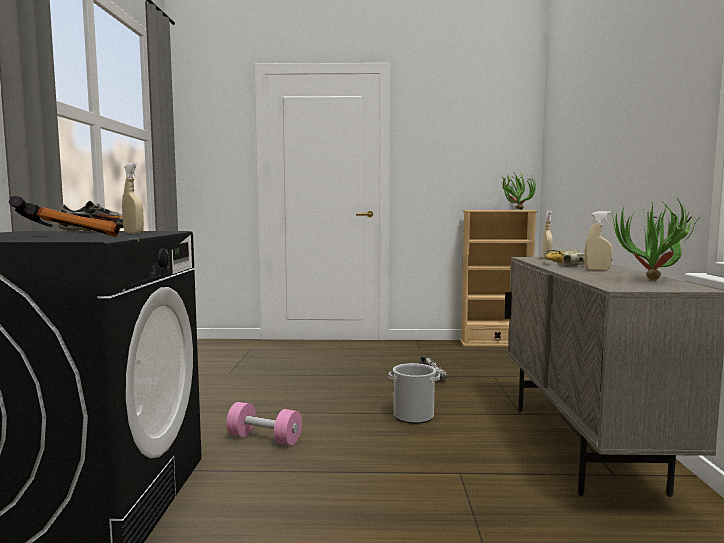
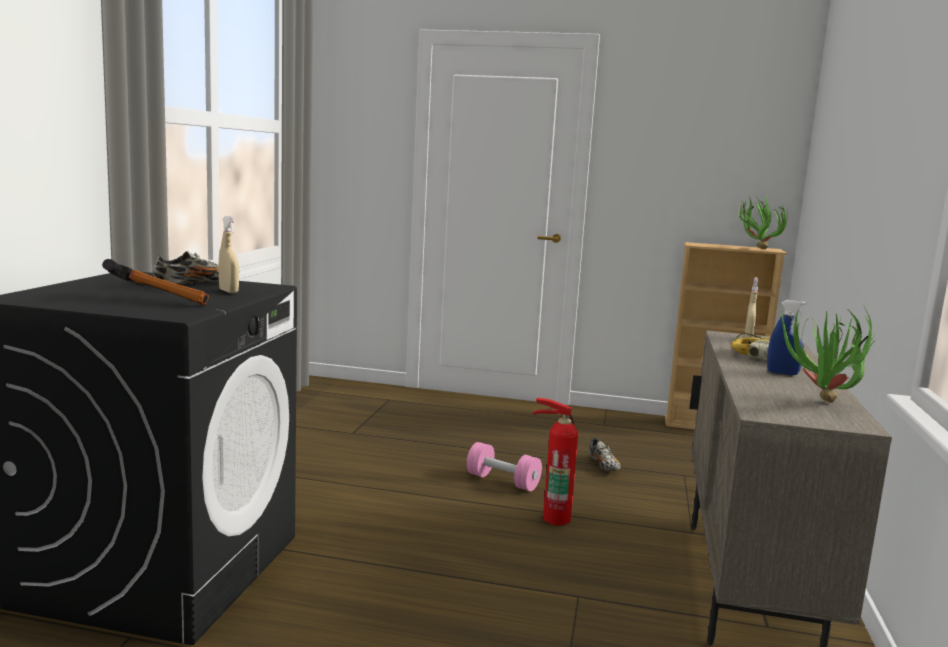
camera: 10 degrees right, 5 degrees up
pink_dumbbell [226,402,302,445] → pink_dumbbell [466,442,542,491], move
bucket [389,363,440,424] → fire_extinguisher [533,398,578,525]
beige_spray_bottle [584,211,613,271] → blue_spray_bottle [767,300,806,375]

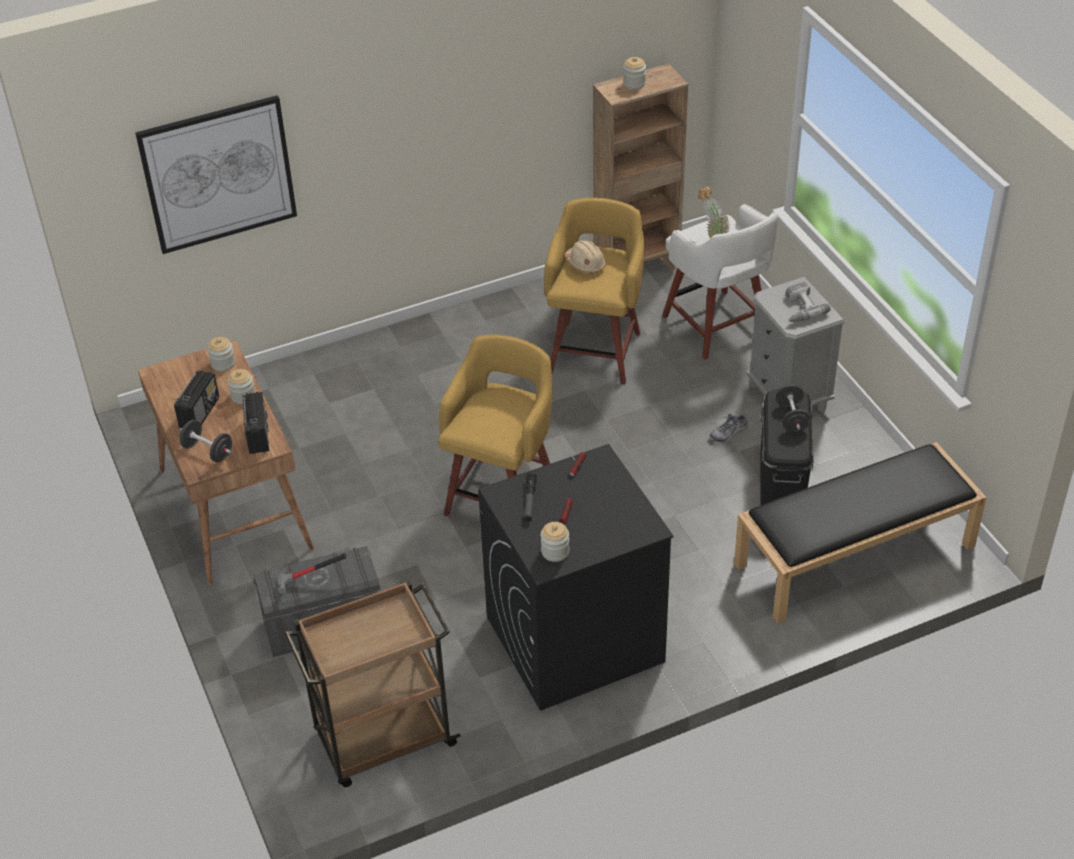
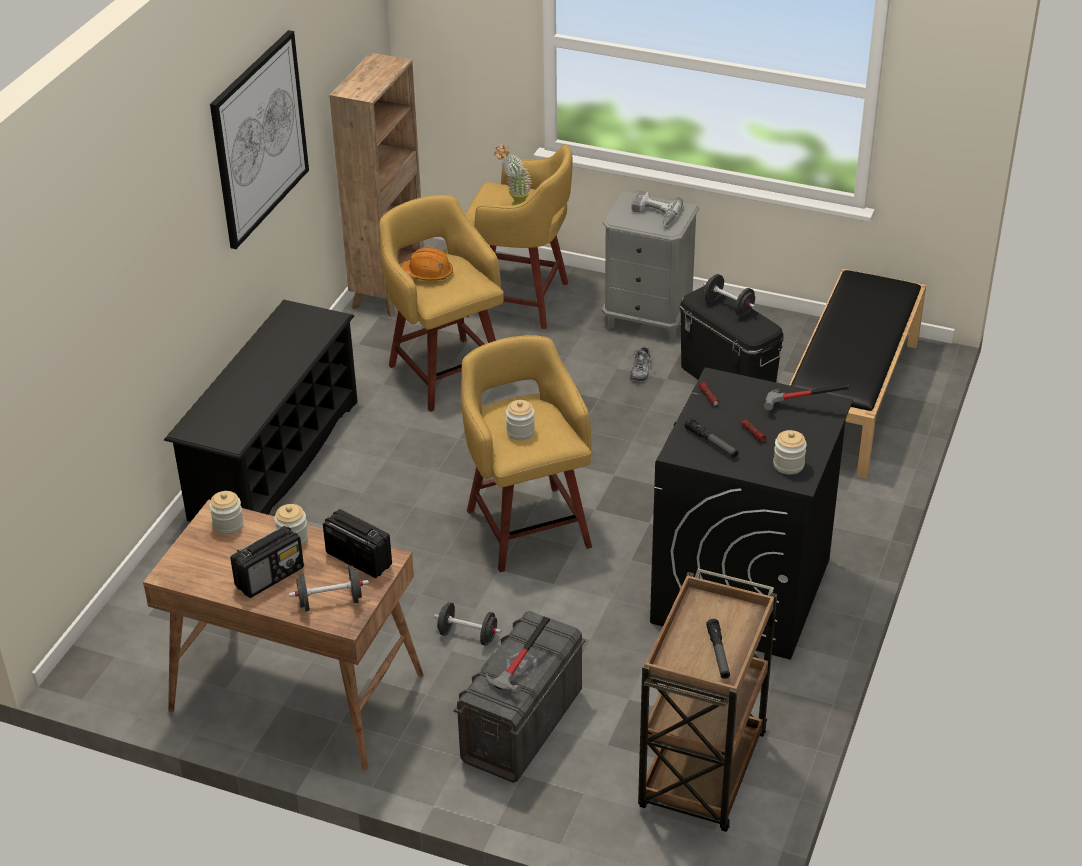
camera: 45 degrees left, 5 degrees down
- → black_shoe_rack [164,300,358,522]
- → black_dumbbell [434,602,501,646]
- → flashlight [706,619,730,679]
- → hammer [764,383,850,411]
picture [135,95,297,254] → picture [210,30,309,249], move
jar [623,57,646,90] → jar [506,400,535,440], move
beige_hard_hat [565,240,606,274] → orange_hard_hat [402,247,453,281]
white_stool [662,204,778,360] → yellow_stool [465,144,573,329]
radio [174,370,219,428] → radio [230,526,304,598], 75 degrees clockwise

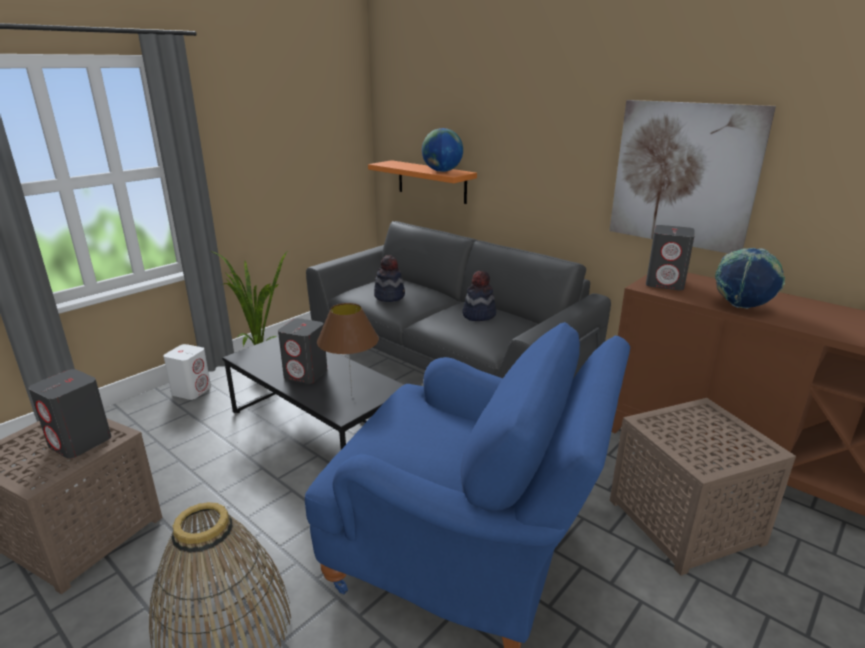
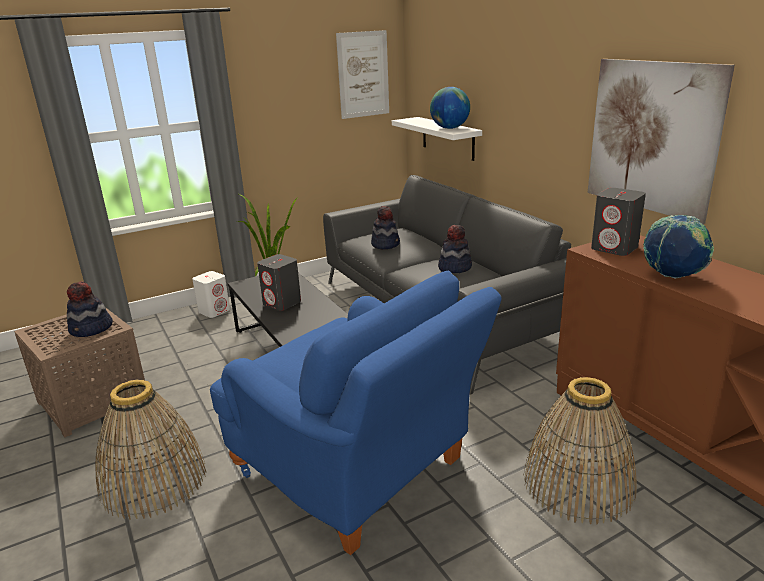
camera: 20 degrees right, 0 degrees up
brown_table_lamp [317,303,379,395] → -
- → picture [336,30,389,119]
grey_speaker [29,369,111,458] → hat [67,281,113,337]
brown_side_table [610,398,796,576] → basket [524,377,637,525]
orange_shelf [368,160,477,204] → white_shelf [392,117,482,161]

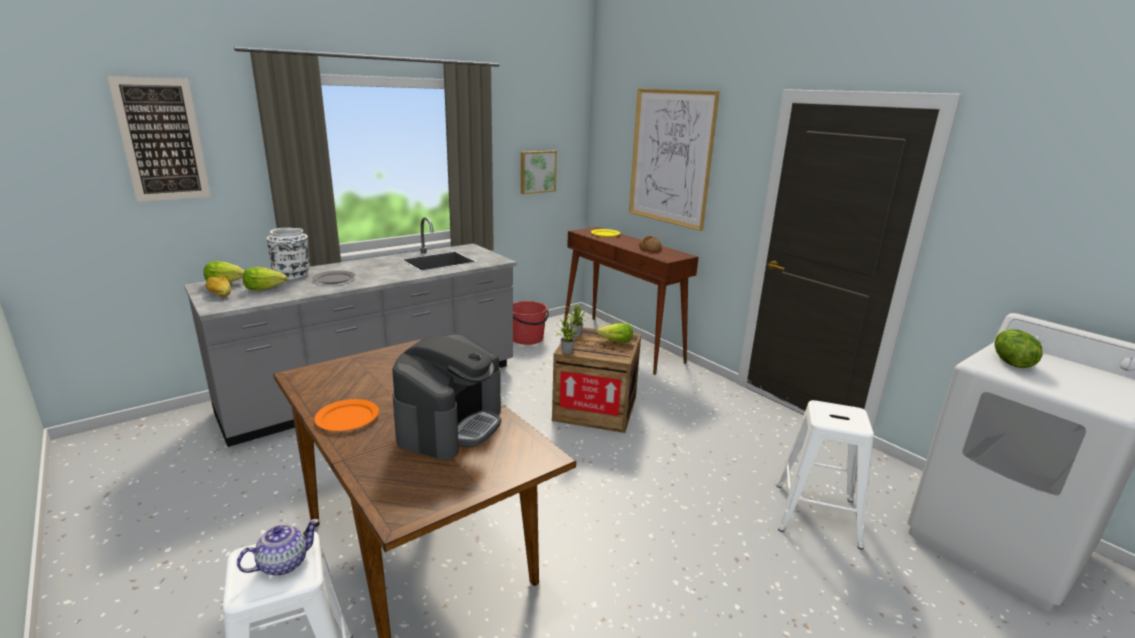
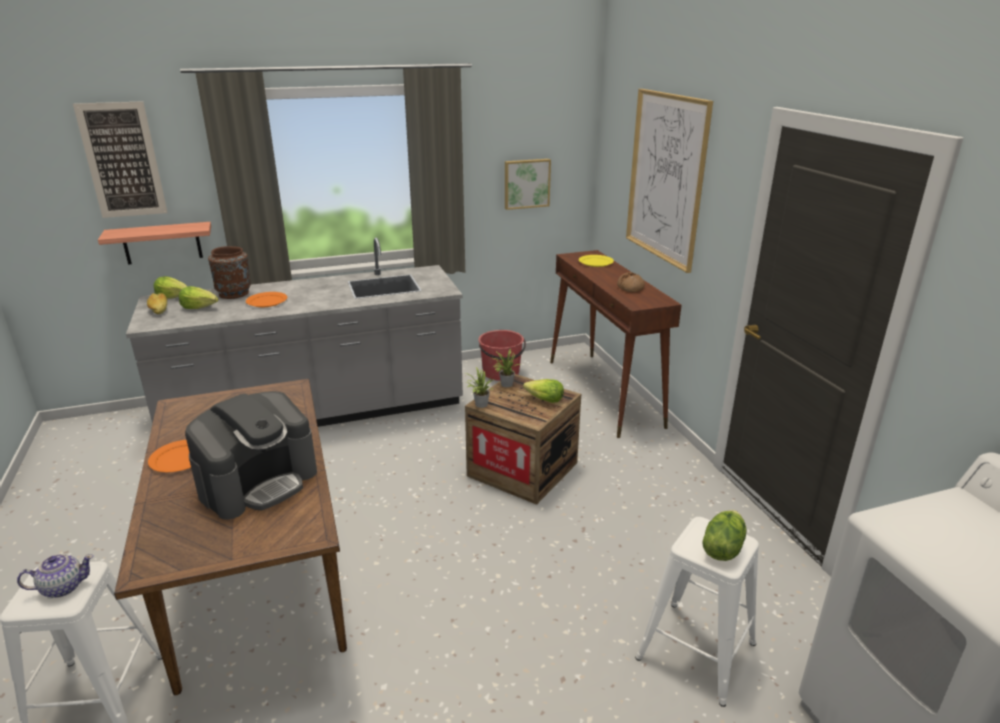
camera: 20 degrees right, 5 degrees up
- → shelf [98,222,211,265]
lettuce [994,329,1043,368] → lettuce [702,510,747,561], move
white_vase [266,228,310,280] → brown_vase [208,246,251,299]
grey_plate [313,271,355,284] → orange_plate [246,292,287,307]

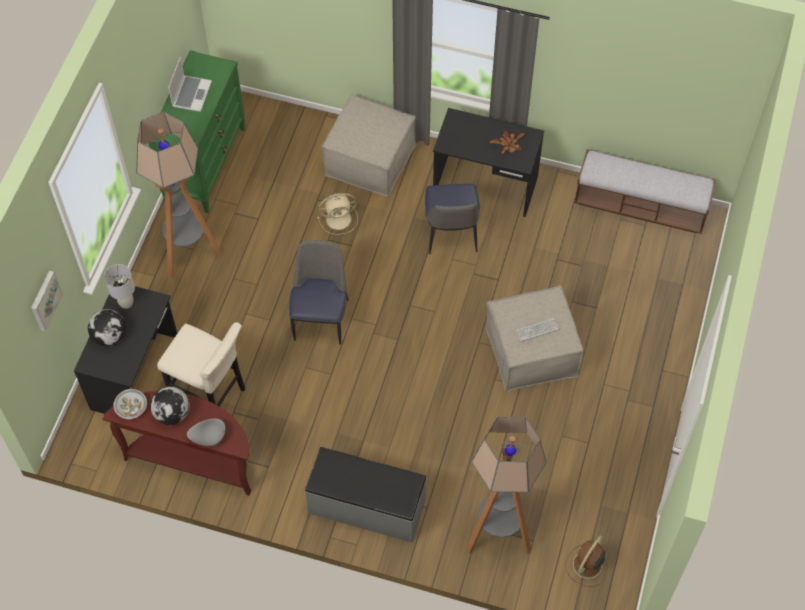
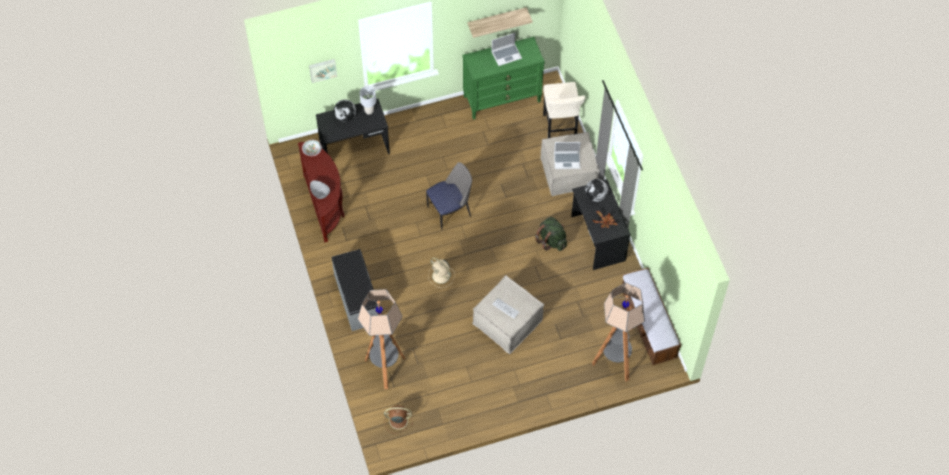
camera: 55 degrees right, 0 degrees up
- → shelf [467,7,533,38]
- → laptop [554,142,581,169]
floor_lamp [136,112,222,278] → floor_lamp [592,282,645,381], move
globe [150,387,190,425] → globe [585,179,608,202], move
beige_stool [157,322,245,406] → beige_stool [543,82,585,138], move
beige_fan [318,193,358,235] → beige_fan [428,258,455,288], move
chair [425,184,480,255] → green_backpack [535,217,567,251]

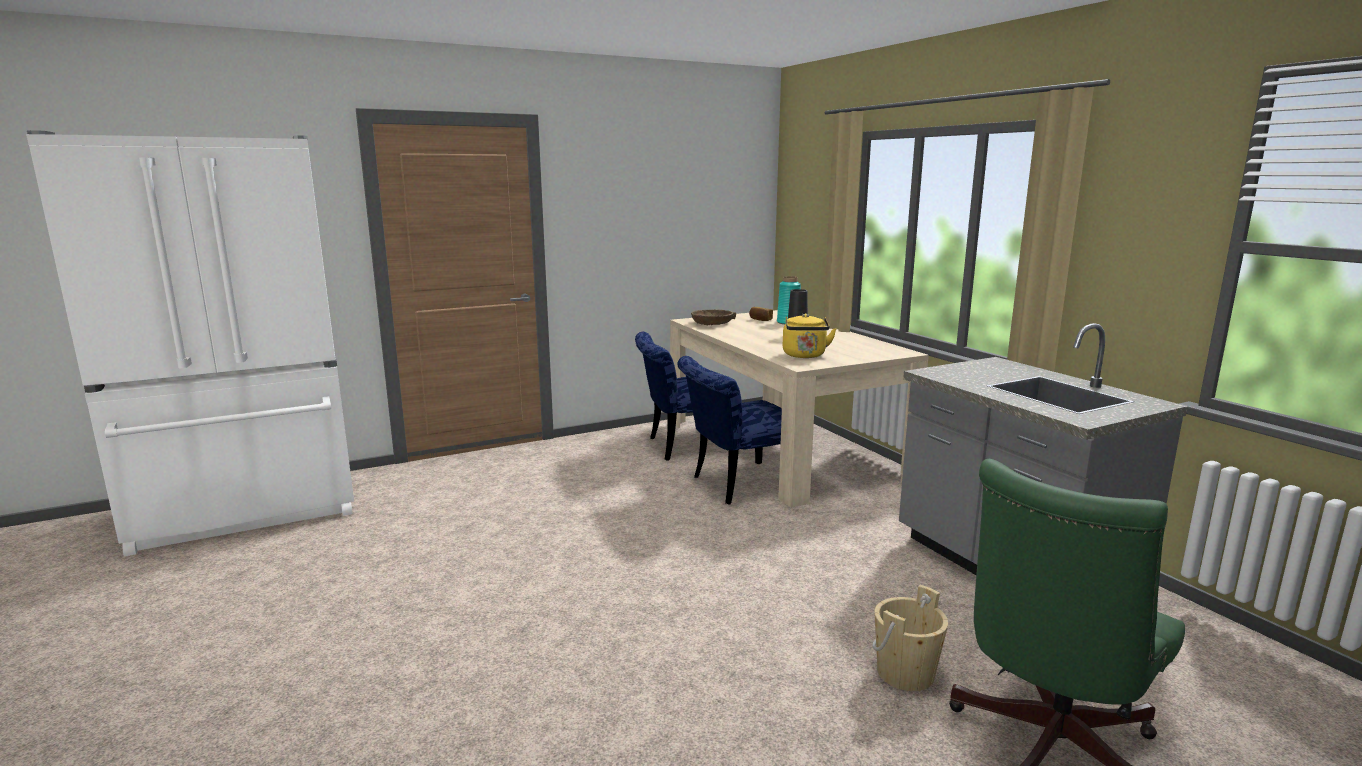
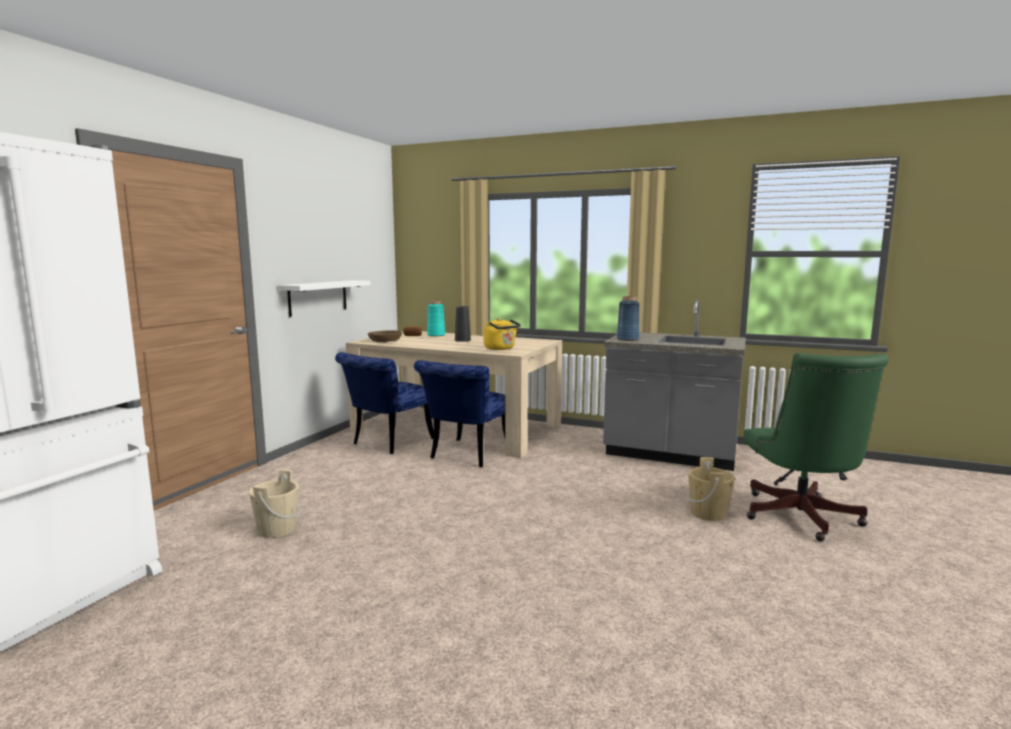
camera: 40 degrees left, 5 degrees down
- → beige_bucket [249,470,300,538]
- → white_shelf [278,280,370,317]
- → blue_vase [617,296,640,341]

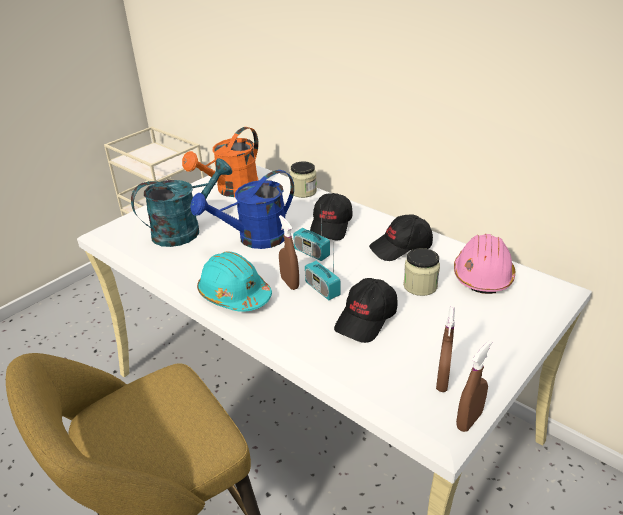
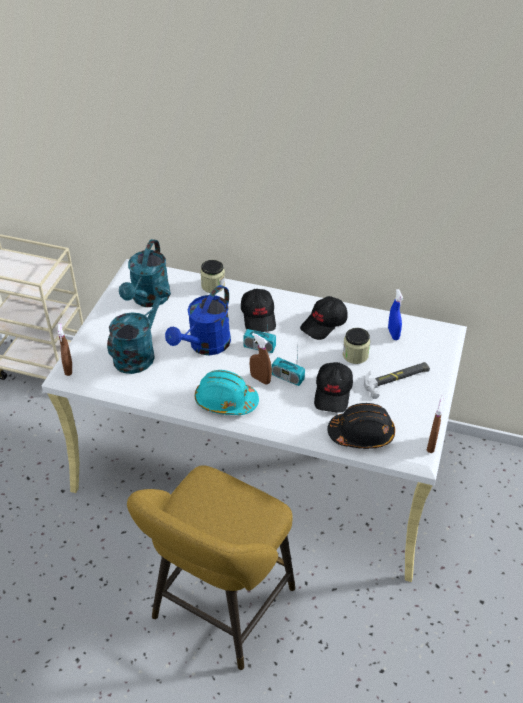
camera: 25 degrees left, 10 degrees up
- → black_hard_hat [327,403,395,449]
- → hammer [364,362,430,399]
brown_spray_bottle [436,307,455,392] → brown_spray_bottle [58,324,72,376], move
pink_hard_hat [454,234,515,294] → blue_spray_bottle [388,289,403,340]
orange_watering_can [182,127,259,197] → turquoise_watering_can [119,239,170,307]

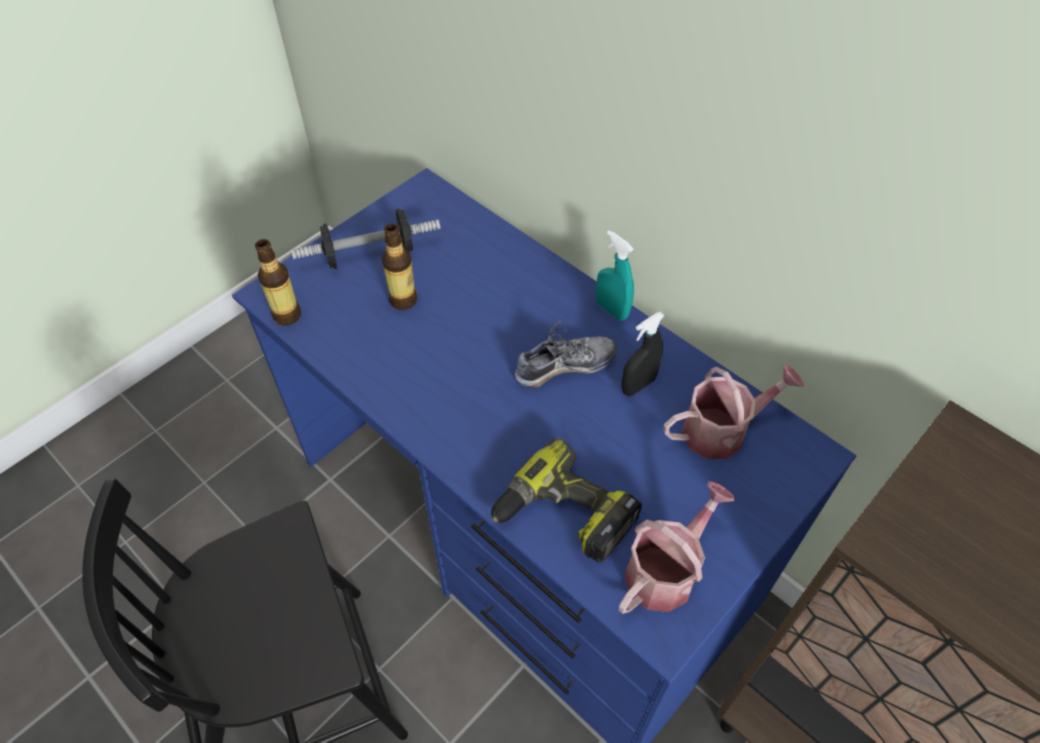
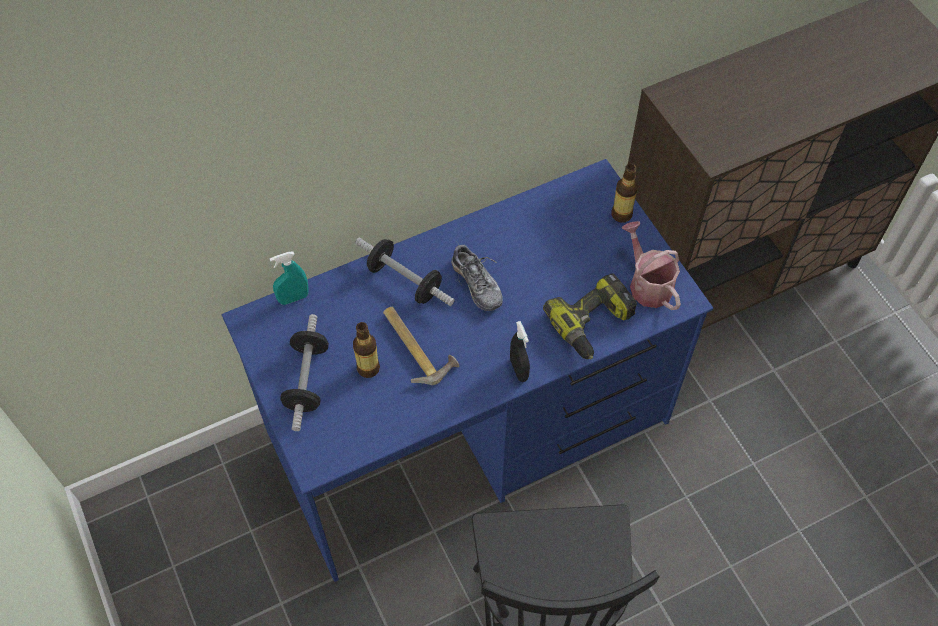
camera: 70 degrees left, 5 degrees up
watering_can [663,364,804,459] → -
- → dumbbell [355,237,455,306]
- → hammer [383,307,459,385]
bottle [255,239,301,326] → bottle [612,163,638,223], move
turquoise_spray_bottle [596,230,634,321] → turquoise_spray_bottle [270,252,309,305], move
black_spray_bottle [621,312,665,396] → black_spray_bottle [510,321,530,382], move
shoe [515,321,617,387] → shoe [451,242,503,311], 150 degrees clockwise

